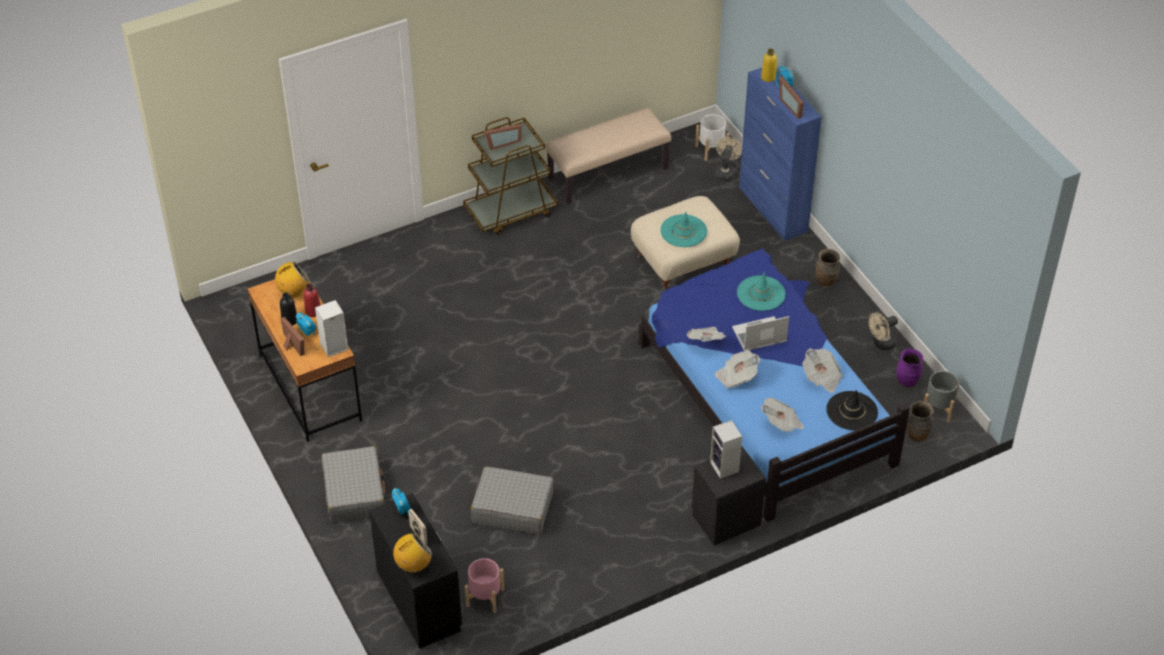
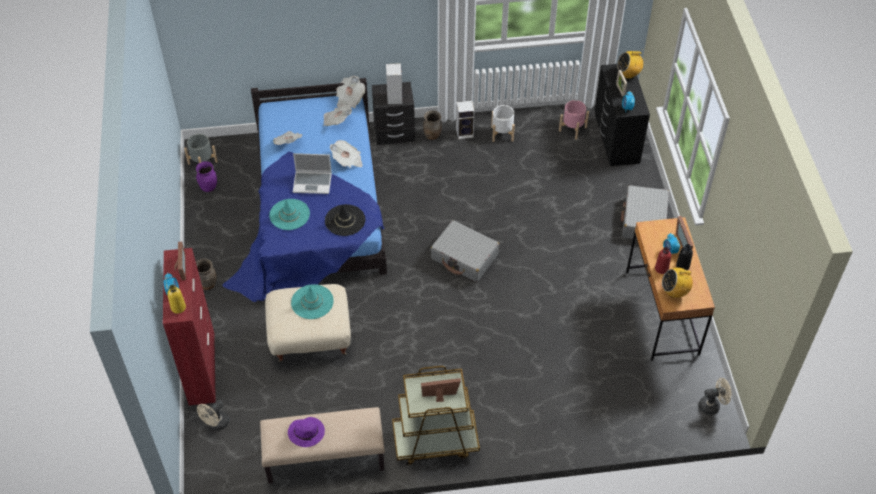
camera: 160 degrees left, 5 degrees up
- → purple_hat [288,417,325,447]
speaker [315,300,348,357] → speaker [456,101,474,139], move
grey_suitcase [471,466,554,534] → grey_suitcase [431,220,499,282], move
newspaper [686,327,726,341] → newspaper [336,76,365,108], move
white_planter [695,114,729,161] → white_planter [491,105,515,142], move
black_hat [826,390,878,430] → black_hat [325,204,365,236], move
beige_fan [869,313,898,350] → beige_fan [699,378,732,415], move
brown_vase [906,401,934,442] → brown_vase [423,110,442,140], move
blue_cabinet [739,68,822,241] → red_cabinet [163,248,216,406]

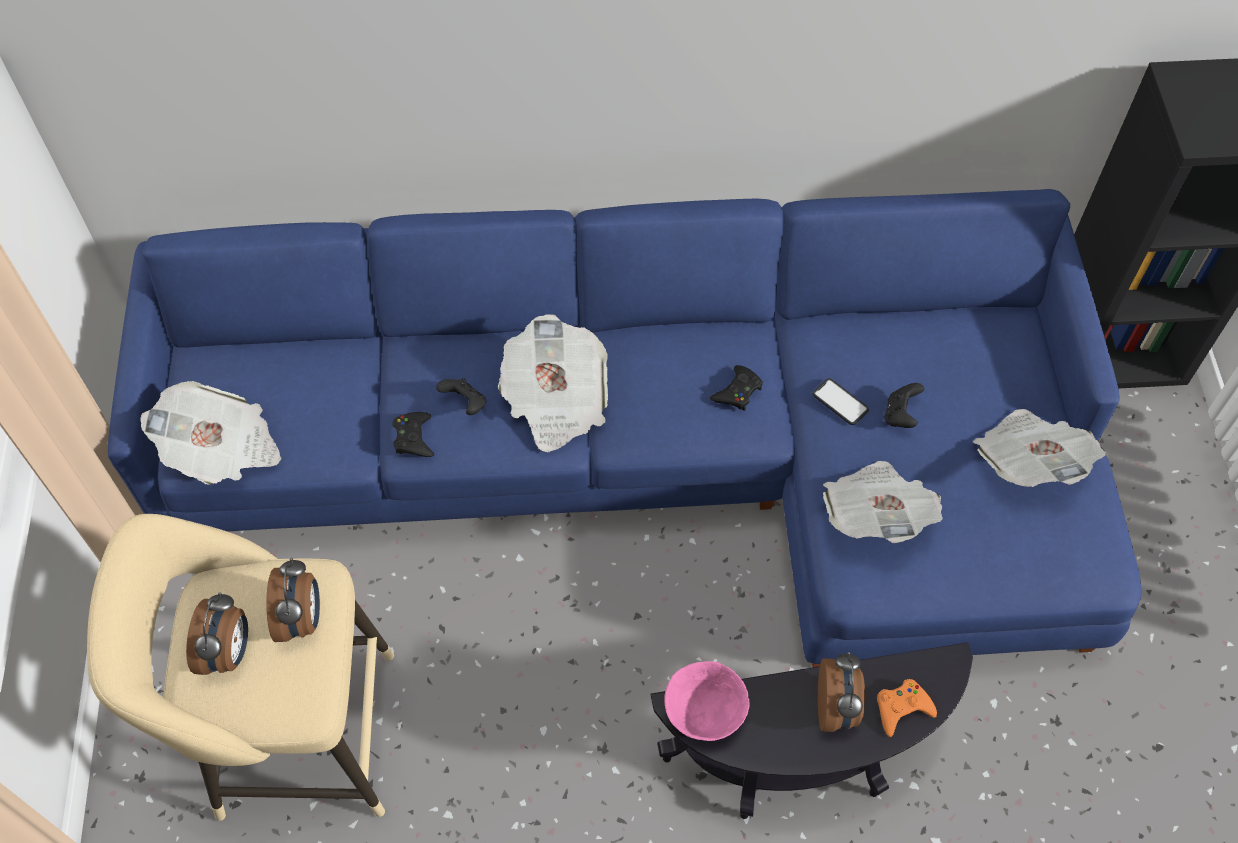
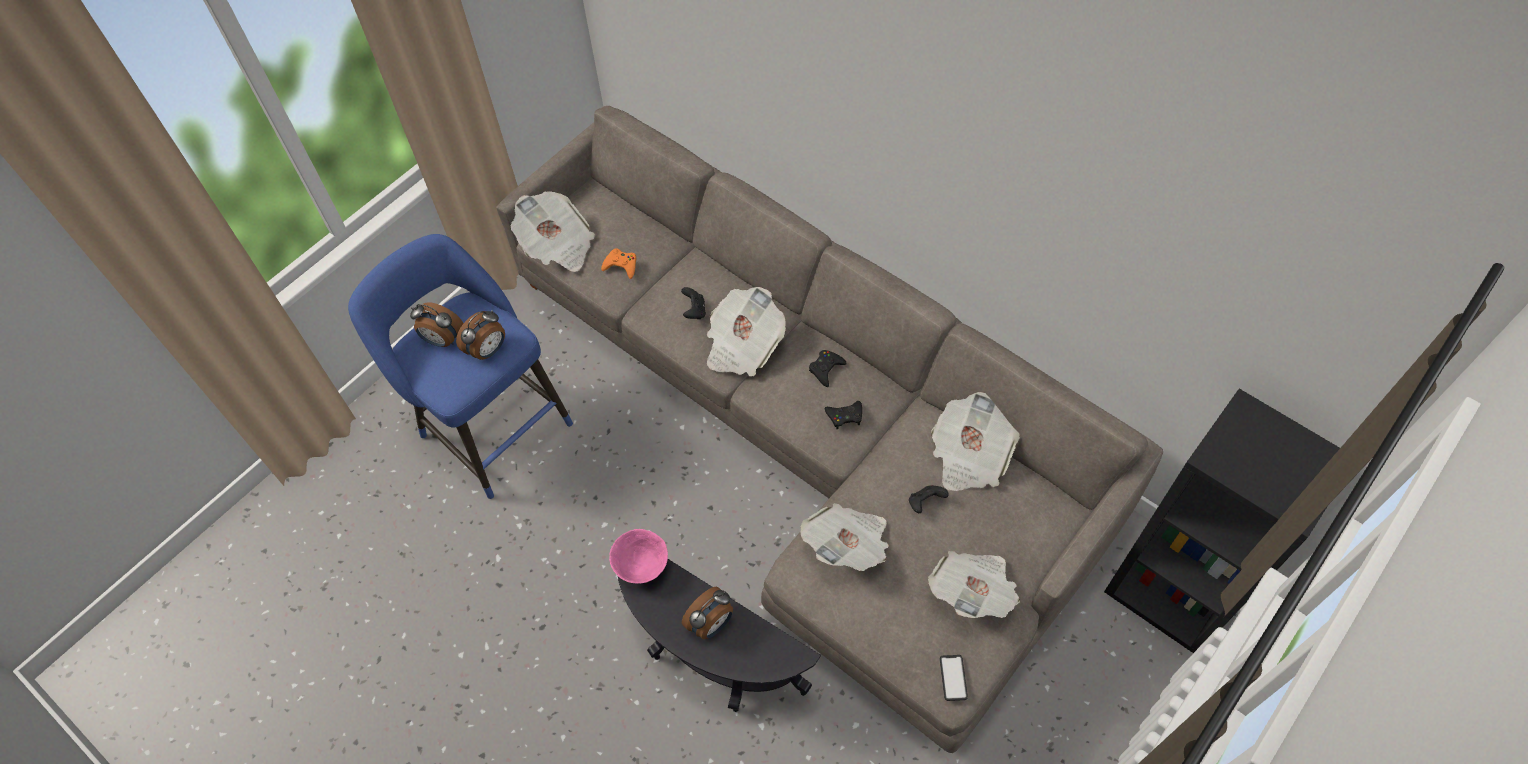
camera: 45 degrees right, 0 degrees up
- → newspaper [931,392,1020,491]
black_game_controller [392,412,434,457] → black_game_controller [809,350,847,387], move
phone [813,378,869,425] → phone [940,655,968,701], move
orange_game_controller [877,679,937,737] → orange_game_controller [601,249,636,279], move
beige_stool [87,514,394,821] → blue_stool [348,234,573,499]
blue_sofa [108,189,1142,667] → grey_sofa [496,106,1163,753]
alarm_clock [186,592,248,675] → alarm_clock [410,302,464,347], 60 degrees clockwise

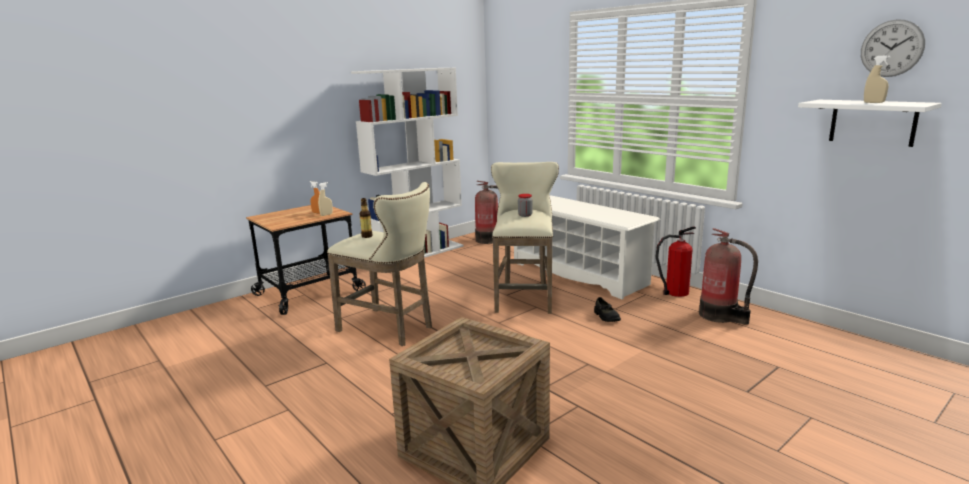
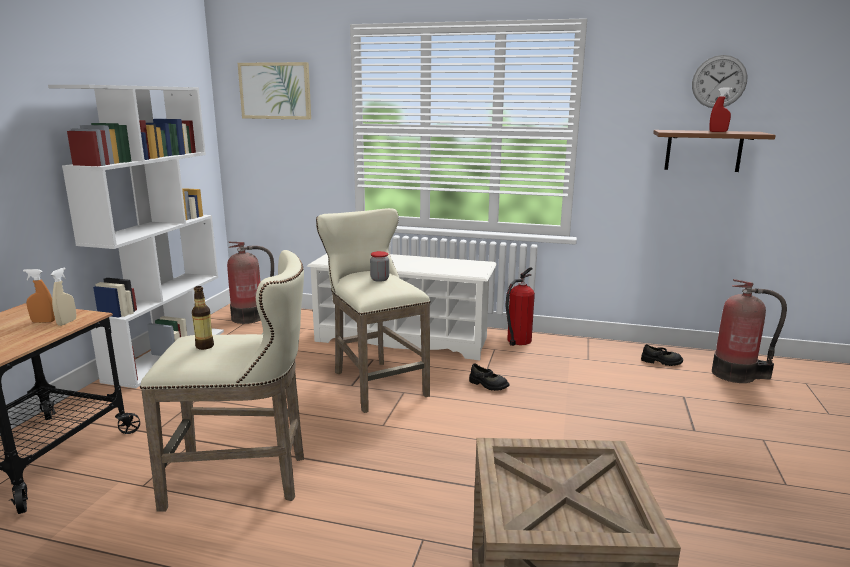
camera: 35 degrees left, 0 degrees up
- → picture [238,62,311,120]
- → black_shoe [641,344,683,366]
fire_extinguisher [699,228,758,325] → fire_extinguisher [712,279,787,383], move
white_shelf [798,100,942,147] → brown_shelf [653,130,776,172]
beige_spray_bottle [864,55,891,103] → red_spray_bottle [709,87,733,132]

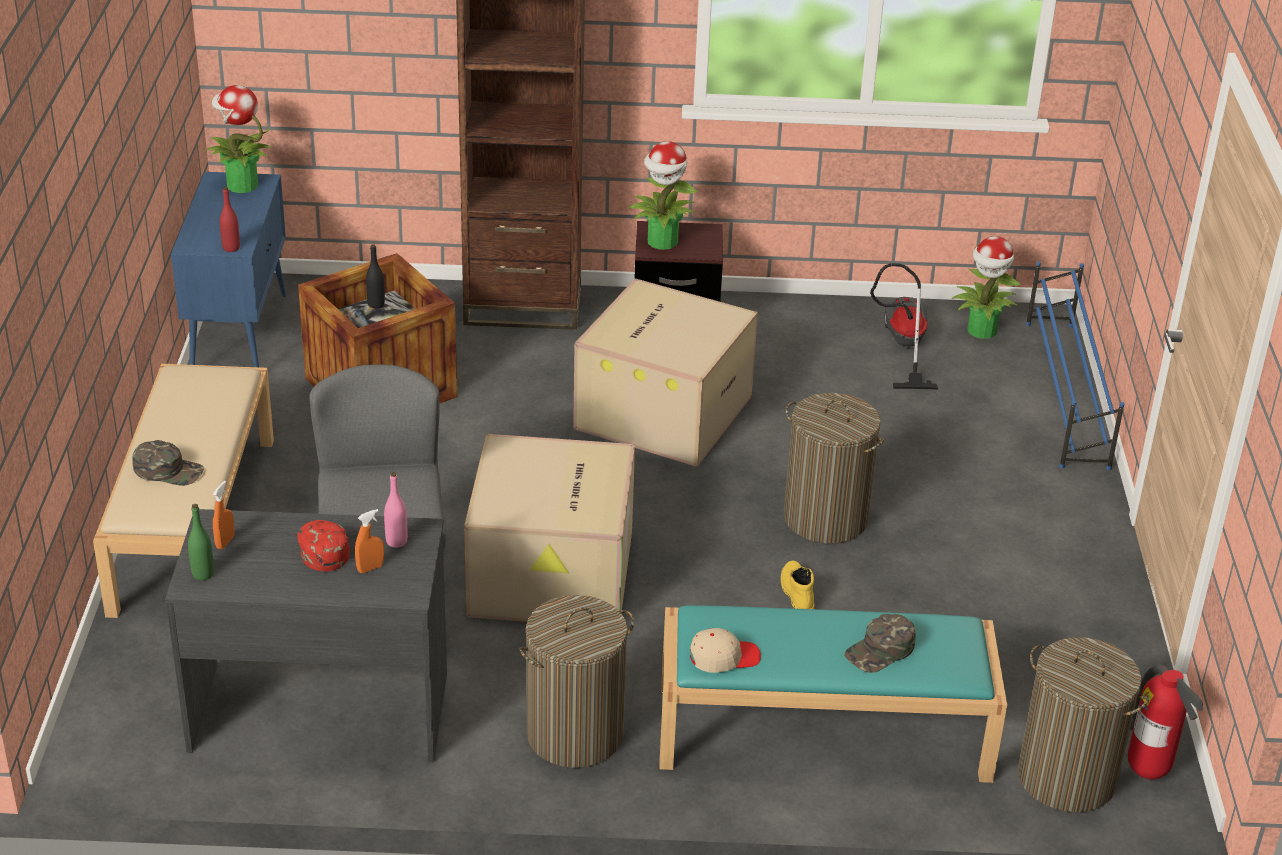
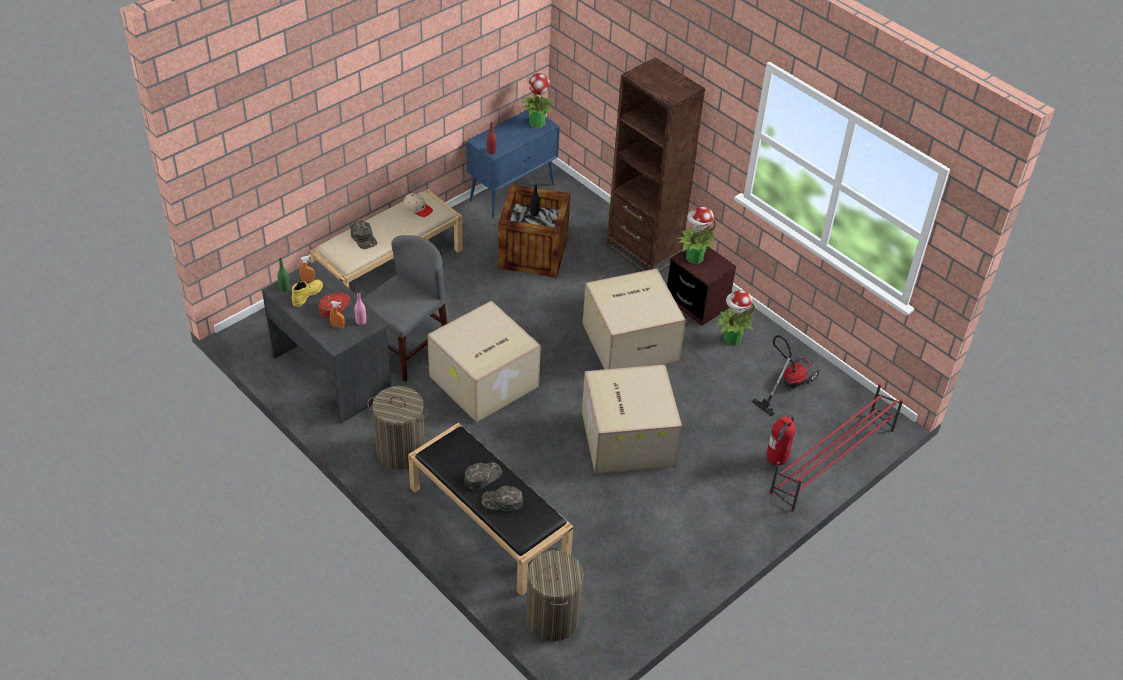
camera: 45 degrees right, 10 degrees up
- → green_cap [464,462,502,490]
beige_cap [690,628,761,673] → beige_cap [404,193,433,217], move
yellow_boot [781,561,815,609] → yellow_boot [292,280,323,307], move
potted_plant [952,236,1022,339] → potted_plant [715,290,755,345], move
fire_extinguisher [1128,664,1203,779] → fire_extinguisher [767,414,795,466], move
laundry_basket [784,393,885,544] → cardboard_box [582,365,682,474]
turquoise_bench [659,605,1007,783] → black_bench [408,423,573,596]
blue_shoe_rack [1026,262,1124,470] → red_shoe_rack [770,384,903,512]

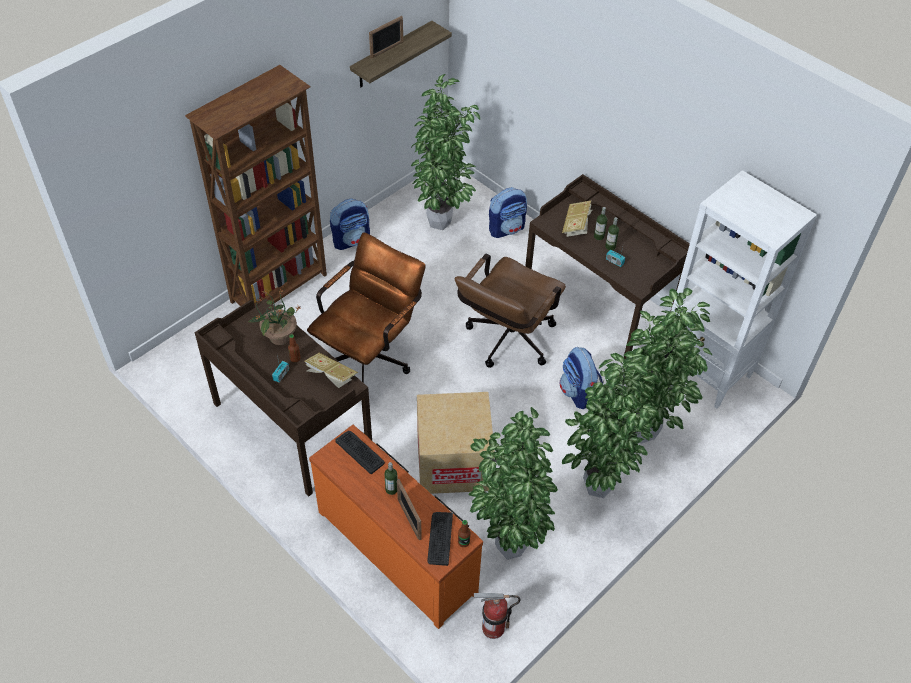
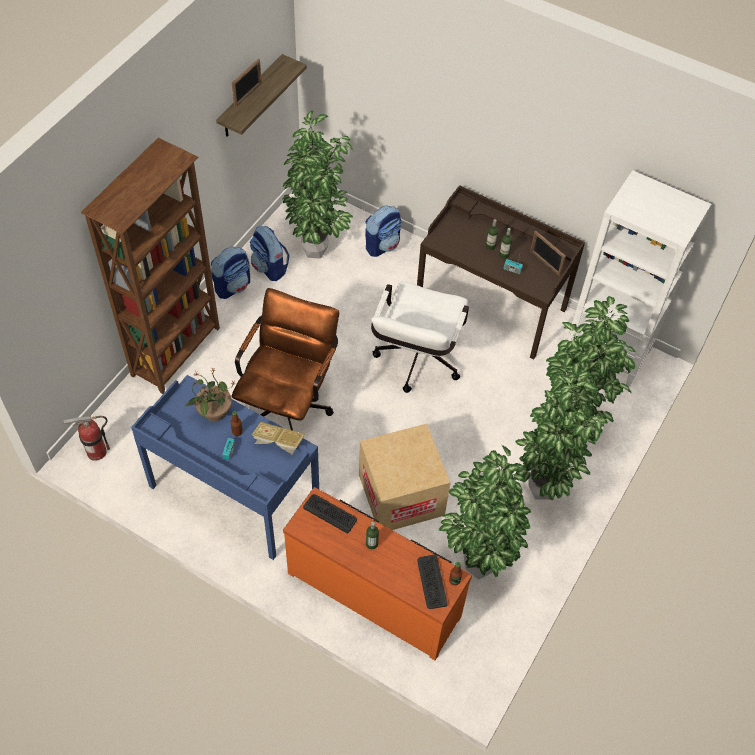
camera: 15 degrees left, 5 degrees up
book [562,201,592,237] → -
picture_frame [397,479,422,540] → picture_frame [530,231,566,276], move
fire_extinguisher [474,593,521,639] → fire_extinguisher [63,416,110,461], move
backpack [559,347,603,409] → backpack [250,226,290,281], move
brown_desk [194,299,372,496] → blue_desk [131,375,319,560]
brown_office_chair [455,254,566,368] → white_office_chair [371,281,469,393]

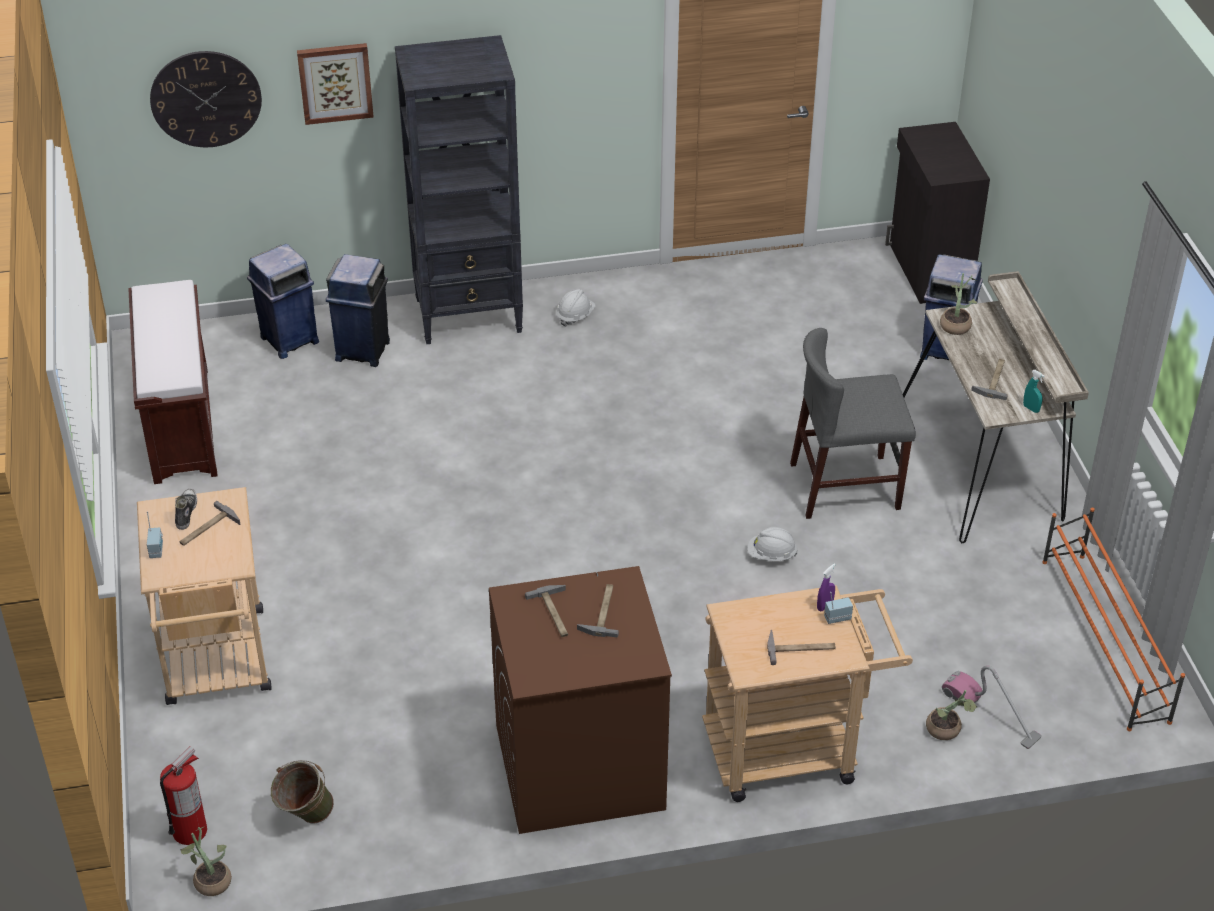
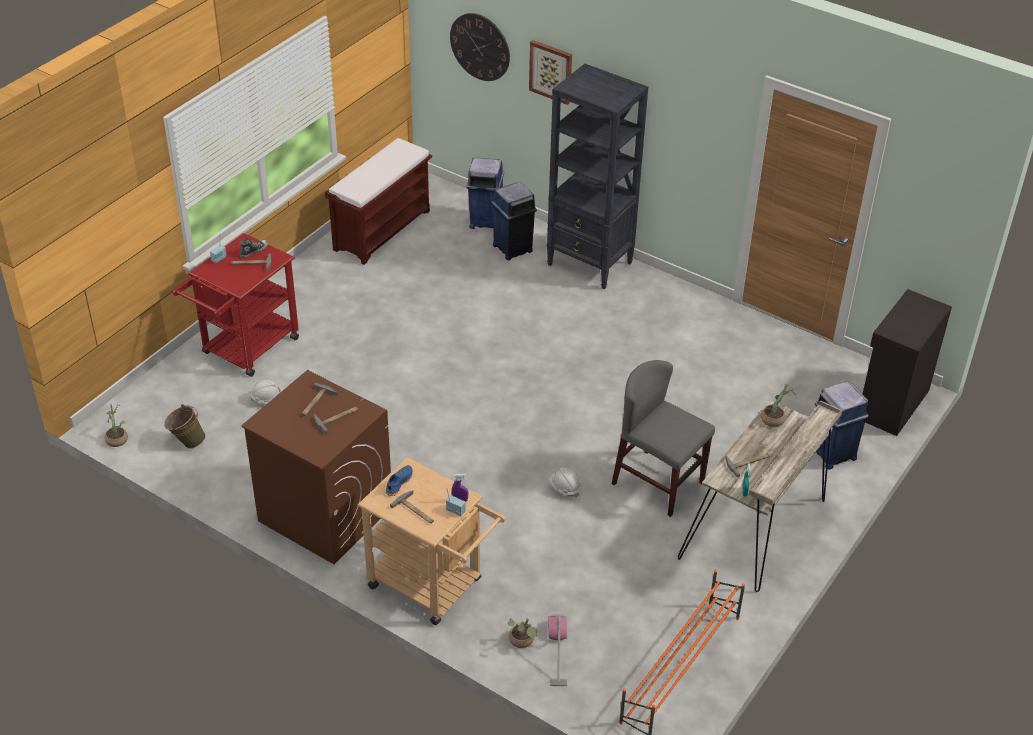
camera: 45 degrees right, 0 degrees up
fire_extinguisher [160,746,207,845] → -
- → blue_shoe [386,465,413,496]
white_hard_hat [556,289,596,326] → white_hard_hat [251,380,284,403], move
beige_cart [137,487,271,705] → red_cart [173,233,299,377]

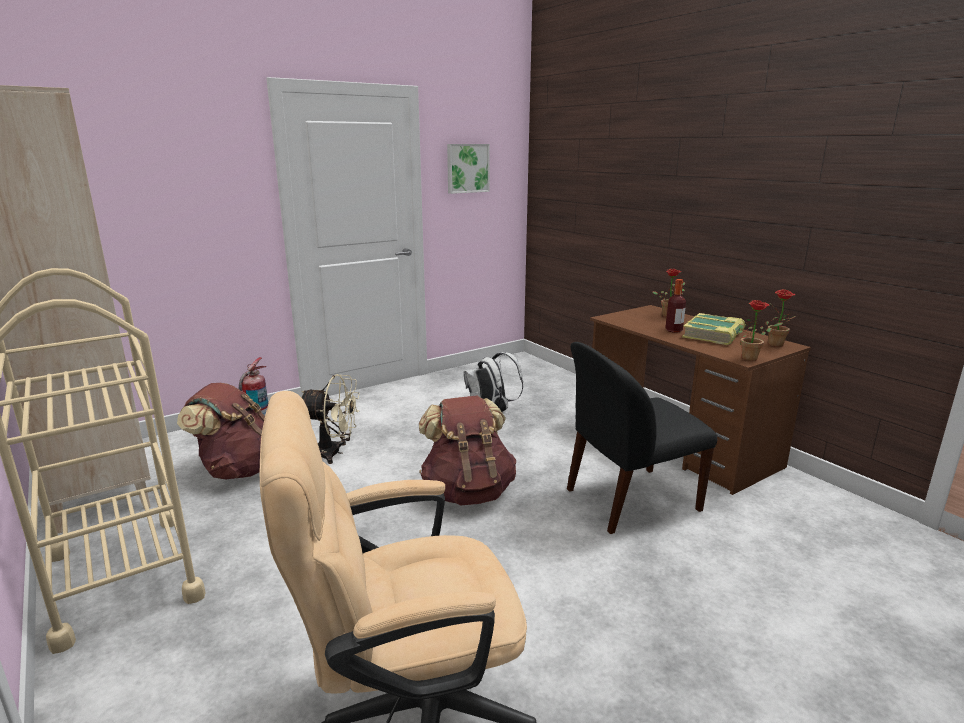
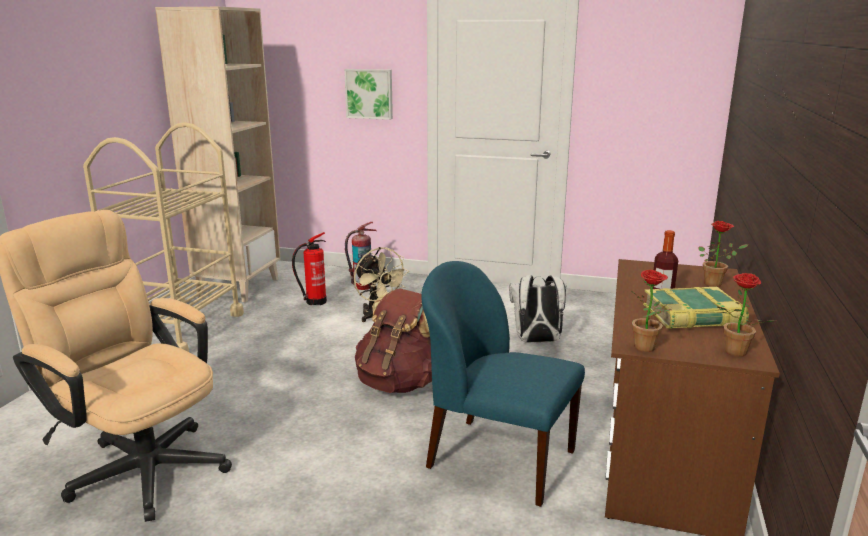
camera: 50 degrees right, 0 degrees up
picture [447,144,490,194] → picture [344,69,393,120], move
brown_backpack [177,383,265,480] → fire_extinguisher [292,232,327,305]
black_chair [567,342,717,534] → blue_chair [421,261,585,507]

